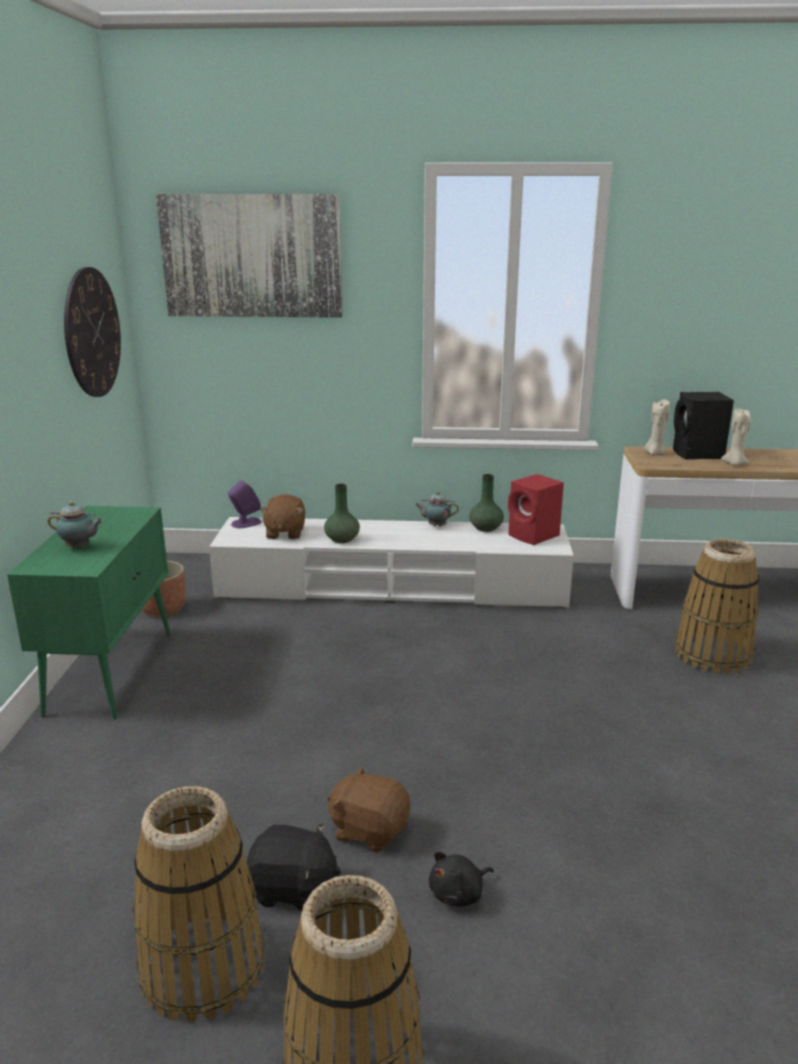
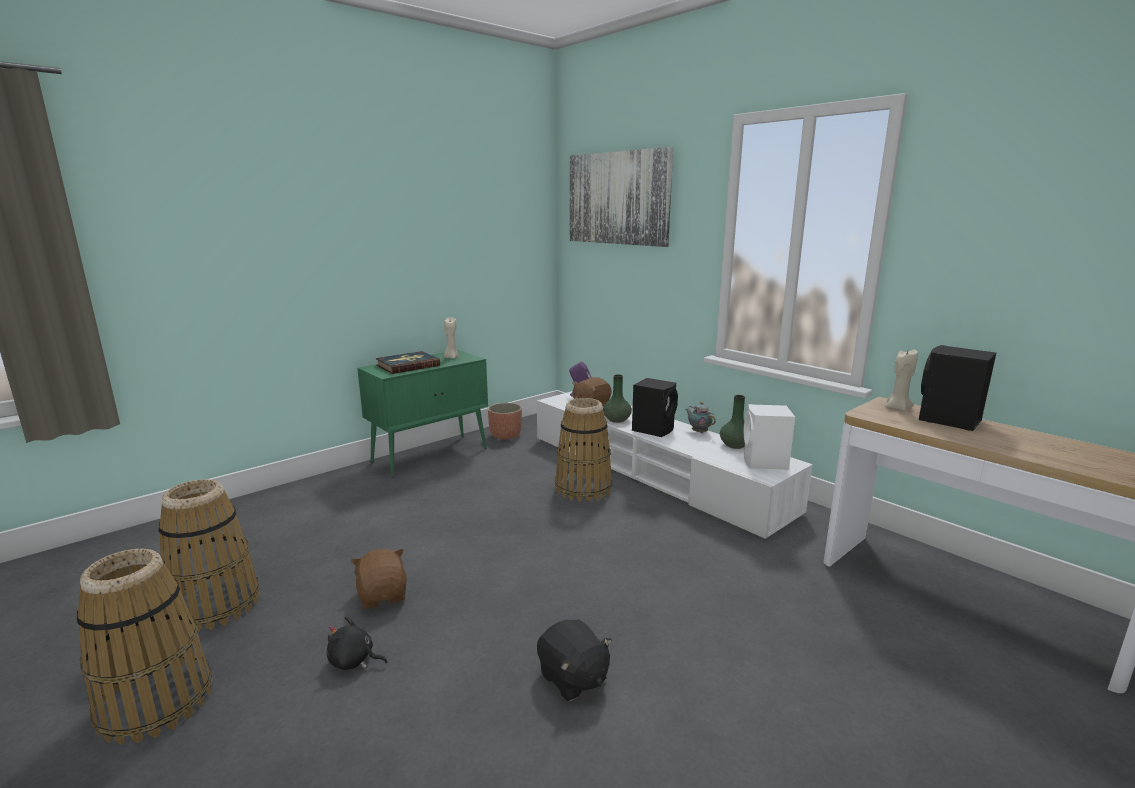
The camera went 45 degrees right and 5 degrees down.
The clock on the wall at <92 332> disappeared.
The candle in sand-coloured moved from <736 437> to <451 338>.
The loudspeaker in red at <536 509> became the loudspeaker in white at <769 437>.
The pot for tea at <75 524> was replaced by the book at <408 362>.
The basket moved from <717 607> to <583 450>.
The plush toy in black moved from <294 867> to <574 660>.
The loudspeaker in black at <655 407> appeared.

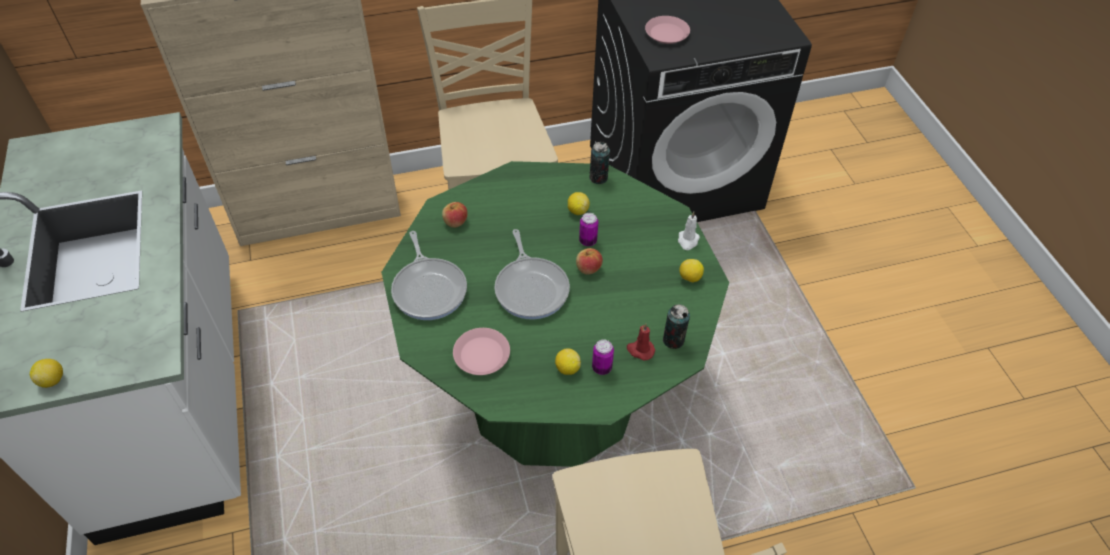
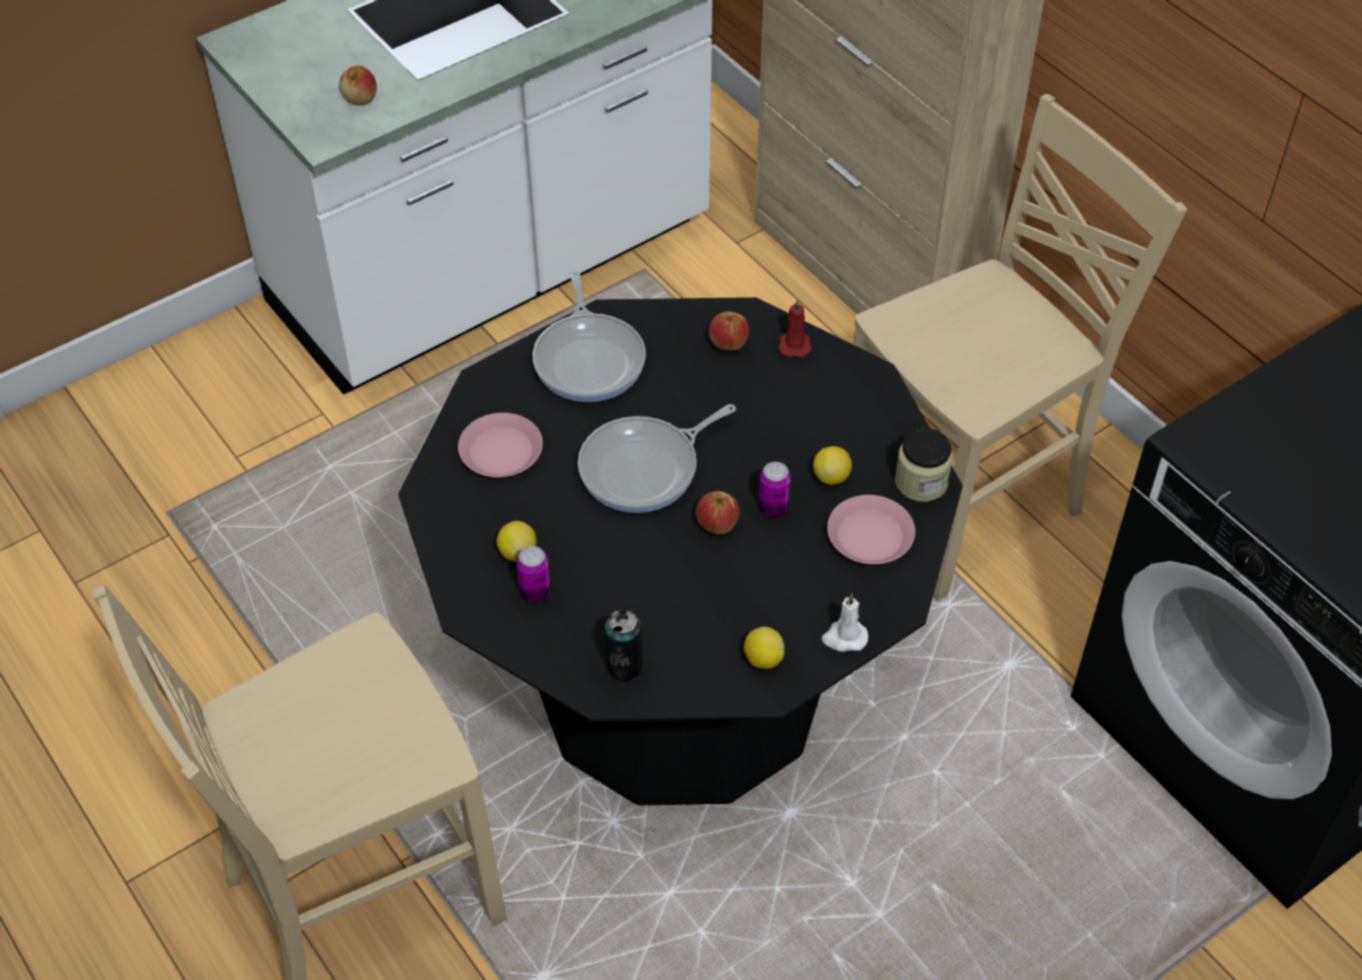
The camera went 70 degrees right and 0 degrees up.
The plate in pink-coloured moved from <667 30> to <871 529>.
The metal can at <599 163> was replaced by the jar at <924 465>.
The dining table in green at <555 314> became the dining table in black at <680 551>.
The pan at <429 275> turned 60 degrees counterclockwise.
The candle in red moved from <641 341> to <795 328>.
The citrus fruit at <46 373> disappeared.
The whole apple at <358 85> appeared.

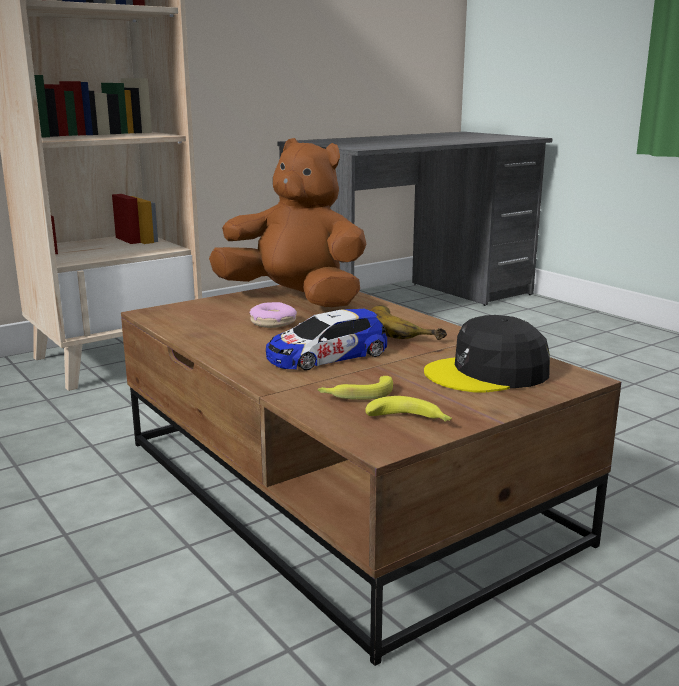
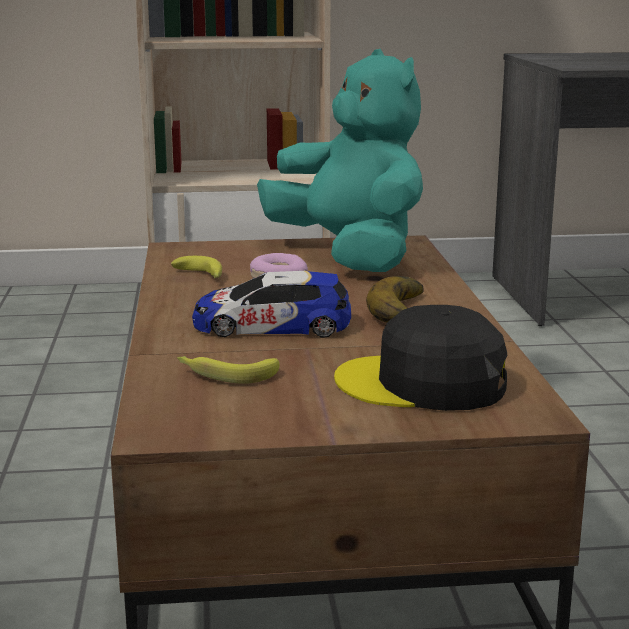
The camera went 30 degrees right and 0 degrees up.
The plush toy in brownish at <288 222> became the plush toy in turquoise at <340 160>.
The banana fruit moved from <408 408> to <196 267>.

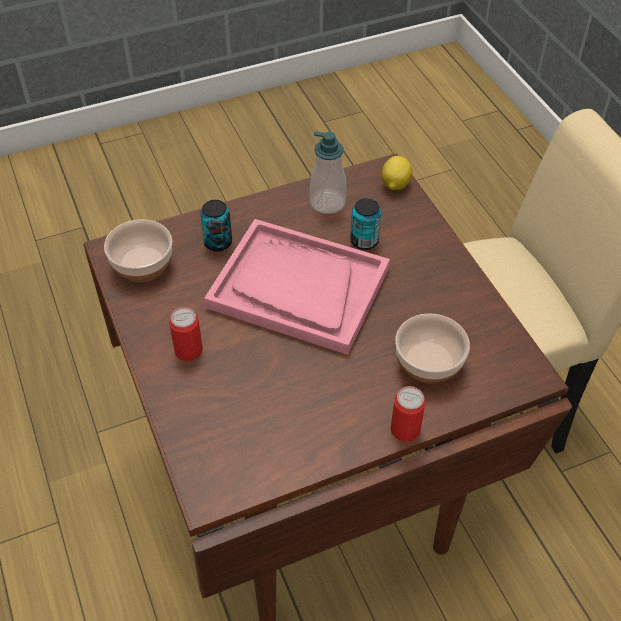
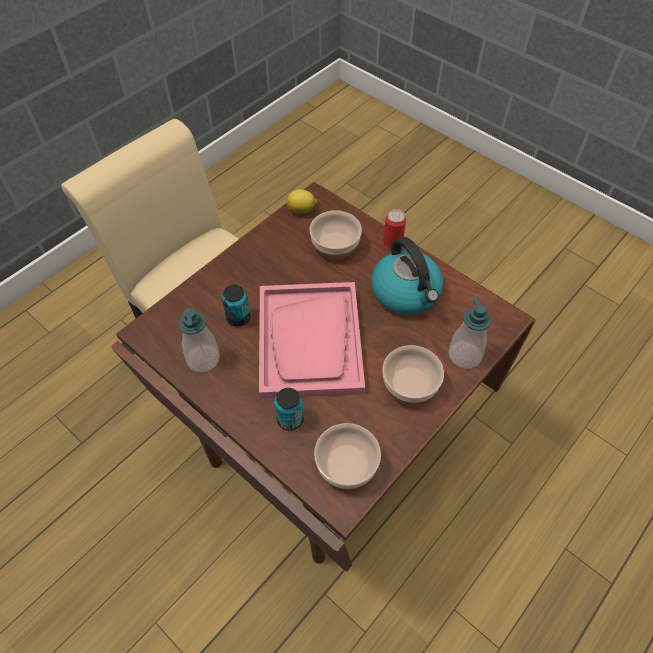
The camera went 115 degrees left and 5 degrees up.
The citrus fruit moved from <397 173> to <302 201>.
The metal can at <186 334> was replaced by the deep dish at <413 374>.
The kettle at <407 276> appeared.
The soap dispenser at <469 333> appeared.

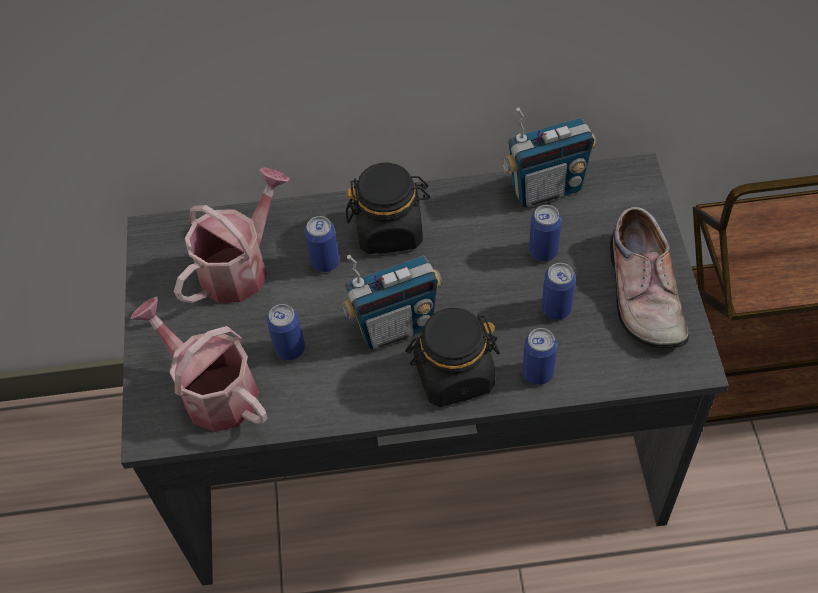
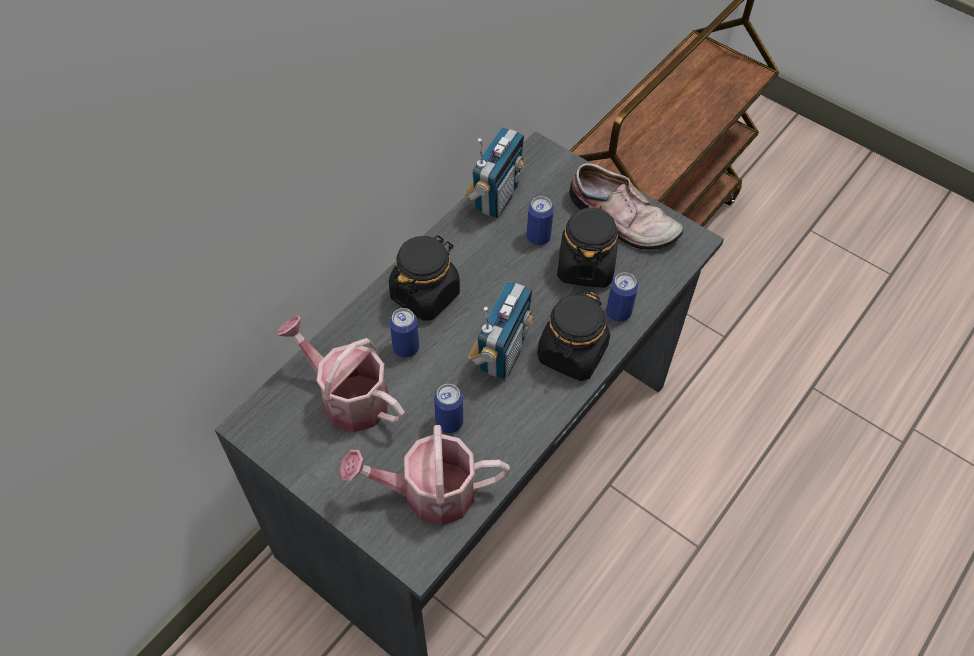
The camera went 50 degrees left and 0 degrees up.
The watering pot at <232 235> turned 45 degrees counterclockwise.
The metal can at <559 291> was replaced by the jar in black at <587 246>.

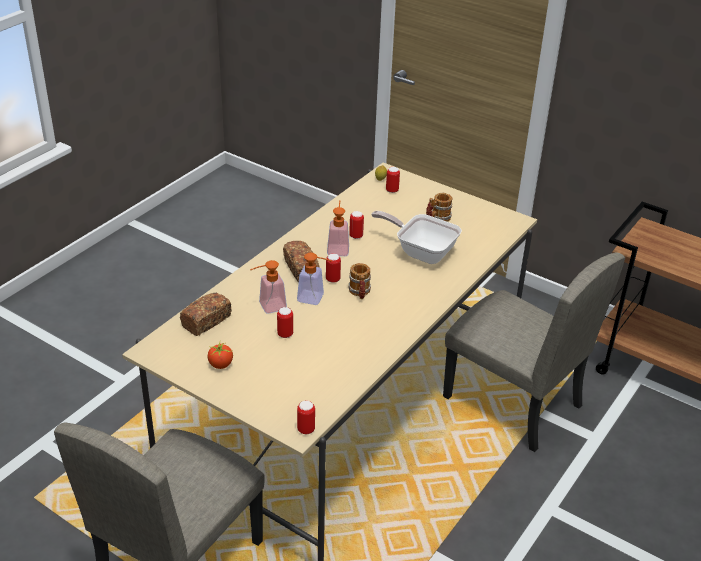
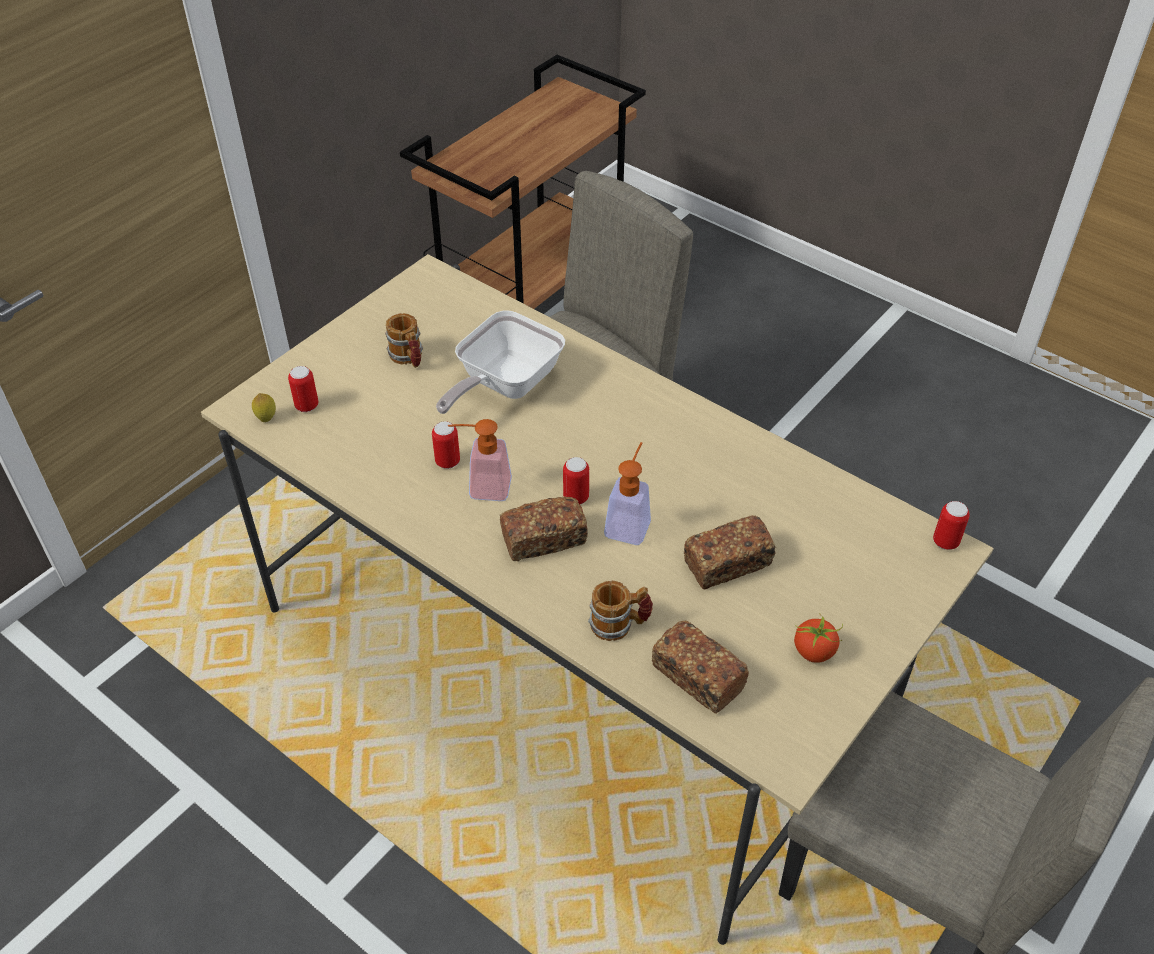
The camera went 85 degrees left and 10 degrees up.
The soap dispenser at <268 287> disappeared.
The coffee mug moved from <360 281> to <620 611>.
The metal can at <285 322> was replaced by the baked bread at <730 552>.

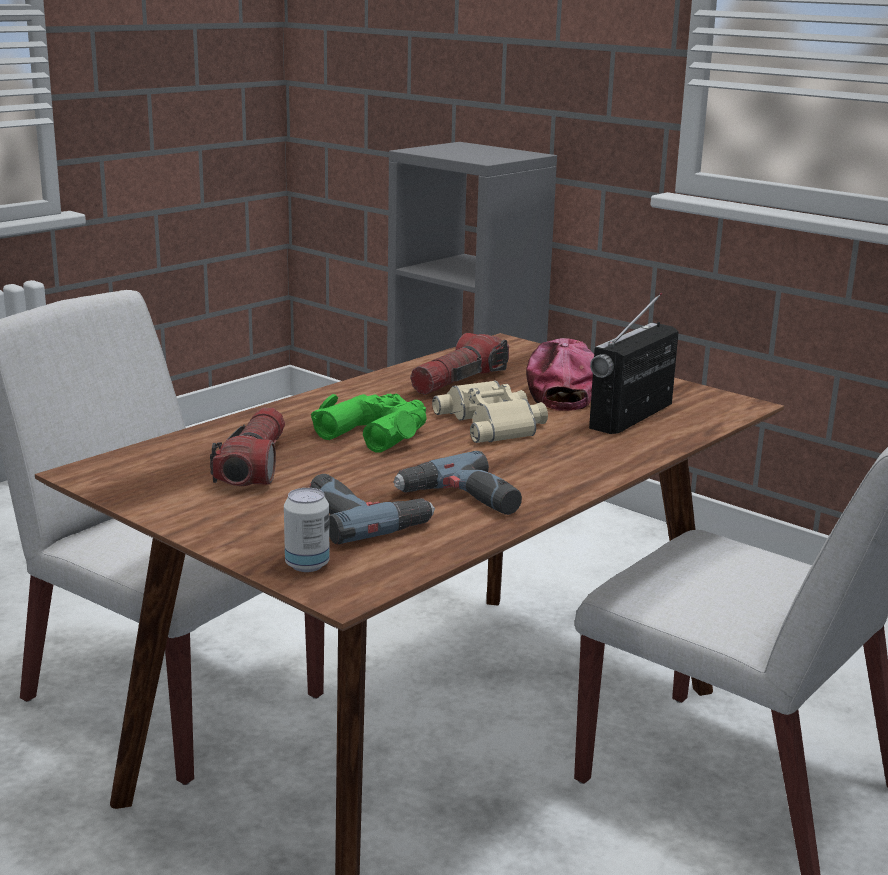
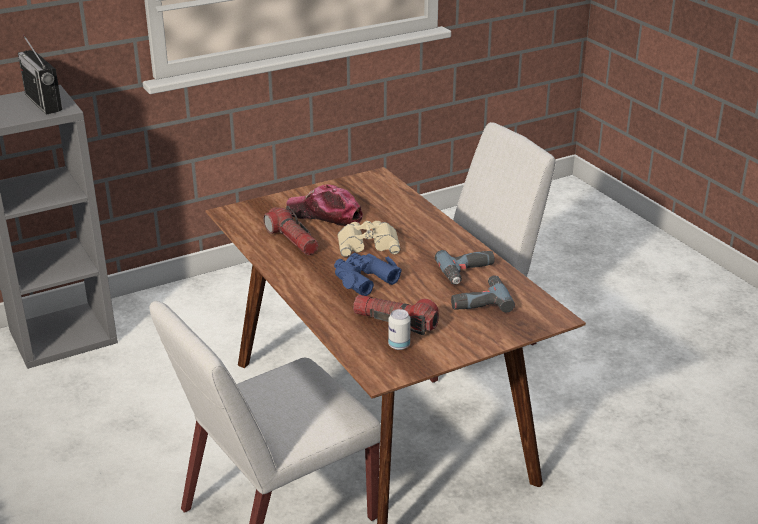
The camera went 70 degrees left and 10 degrees up.
The radio set moved from <634 363> to <40 74>.
The field glasses in green at <369 423> became the field glasses in blue at <368 274>.
The metal can moved from <307 530> to <399 329>.

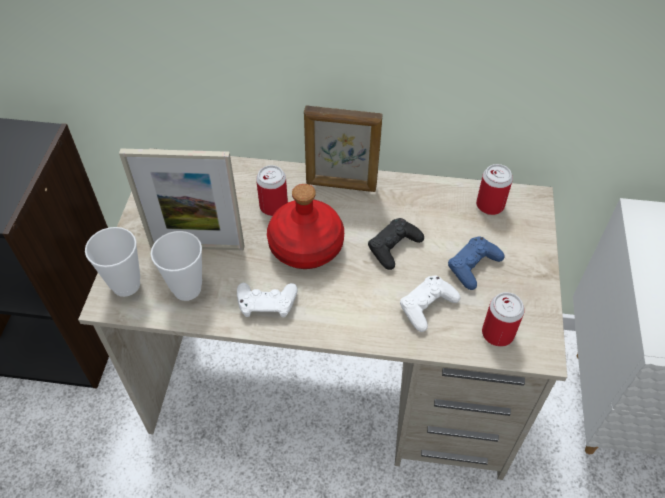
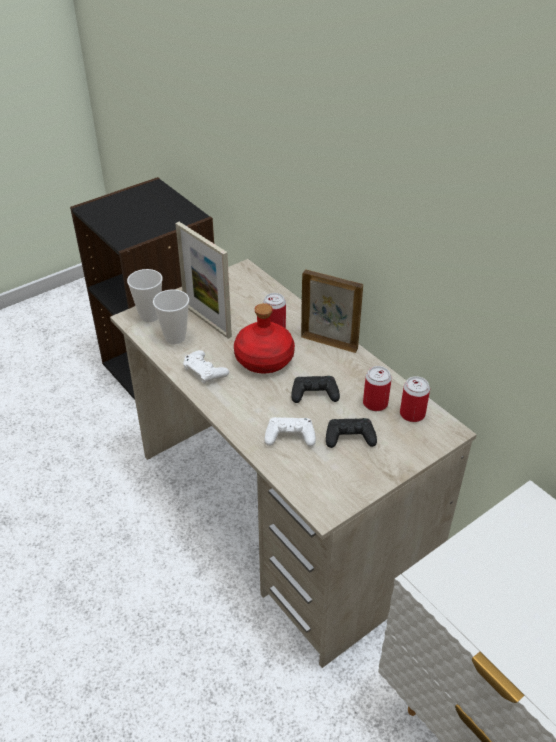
The camera went 45 degrees right and 10 degrees down.
The standing frame at <343 148> turned 150 degrees clockwise.
The gamepad in blue at <476 263> became the gamepad in black at <351 433>.
The metal can moved from <503 319> to <377 388>.

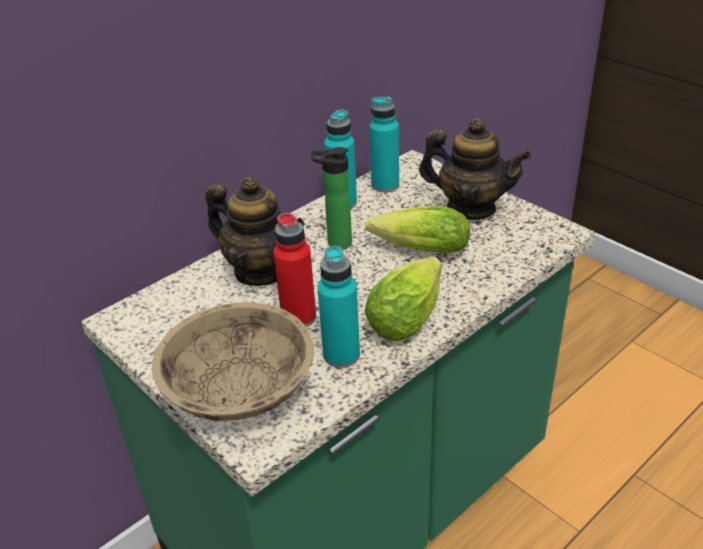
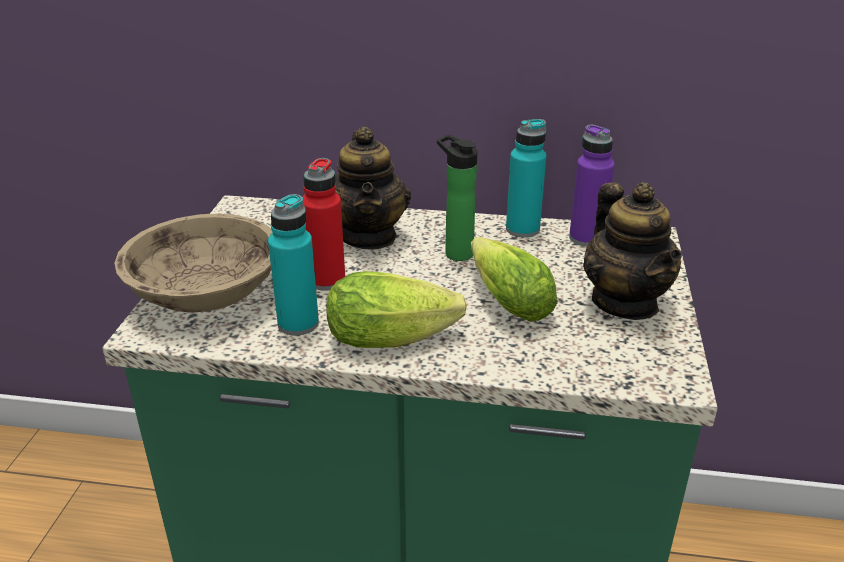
The camera went 50 degrees right and 5 degrees down.
The bottle in turquoise at <384 144> became the bottle in purple-coloured at <592 185>.

